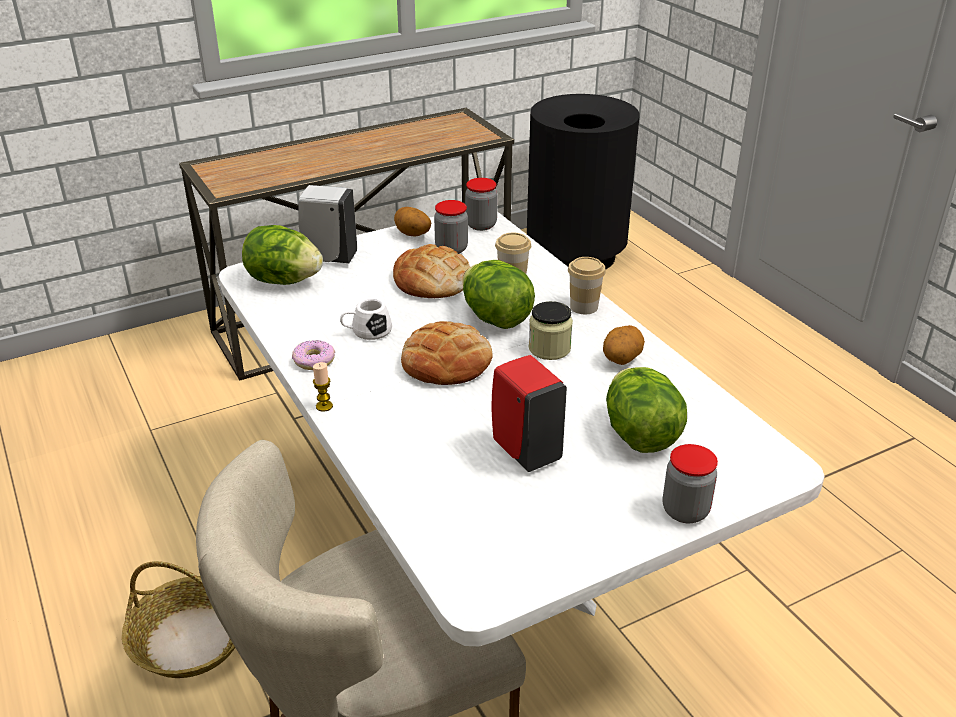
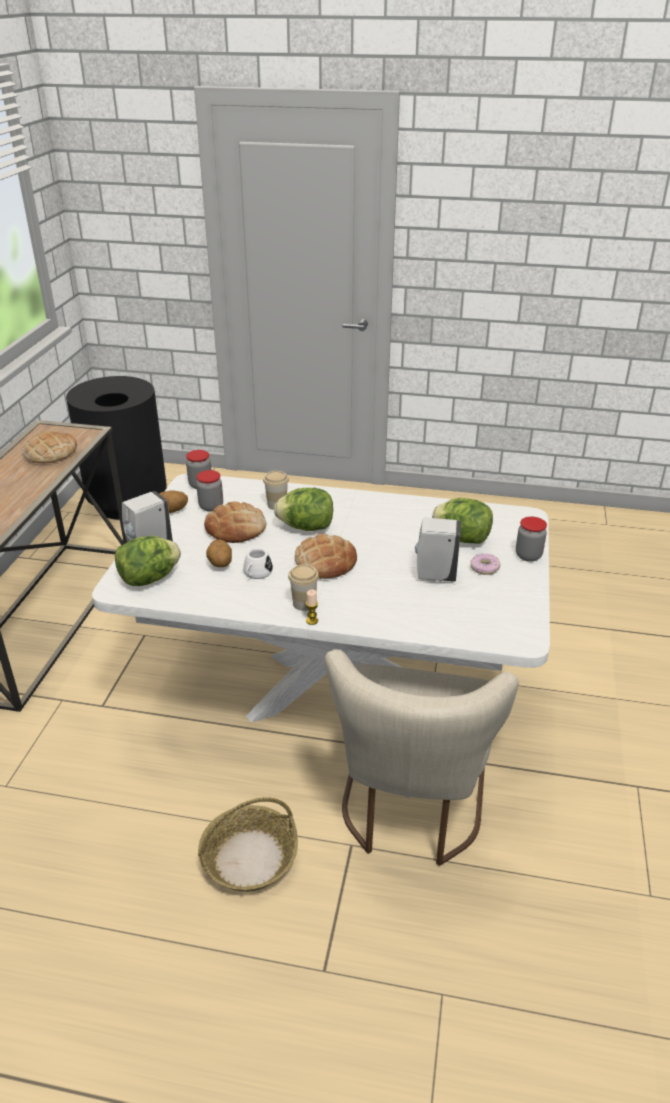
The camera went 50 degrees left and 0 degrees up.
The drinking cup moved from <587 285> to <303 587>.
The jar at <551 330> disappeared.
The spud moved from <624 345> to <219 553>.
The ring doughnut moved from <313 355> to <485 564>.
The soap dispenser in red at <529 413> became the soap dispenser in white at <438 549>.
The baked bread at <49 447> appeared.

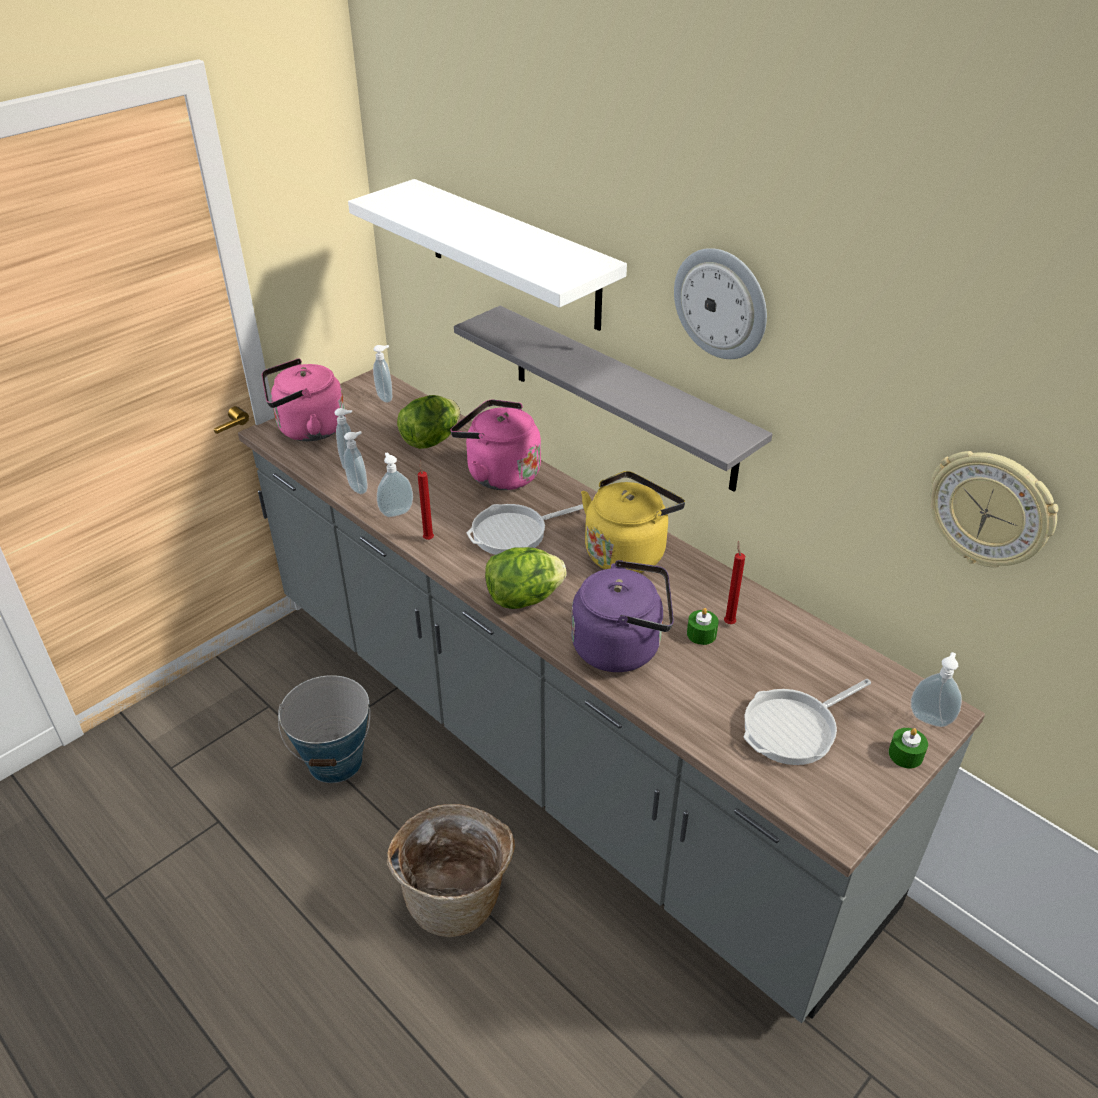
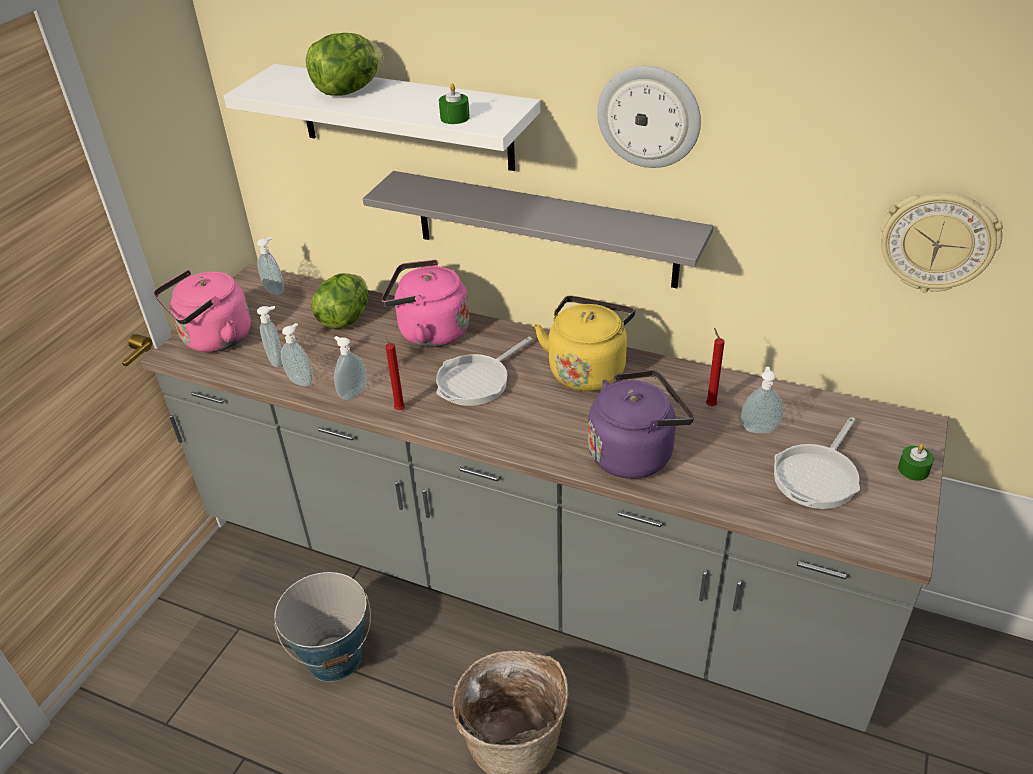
The camera went 20 degrees left and 0 degrees up.
The lettuce moved from <526 578> to <344 64>.
The candle in green moved from <703 626> to <454 103>.
The soap dispenser moved from <936 689> to <762 400>.

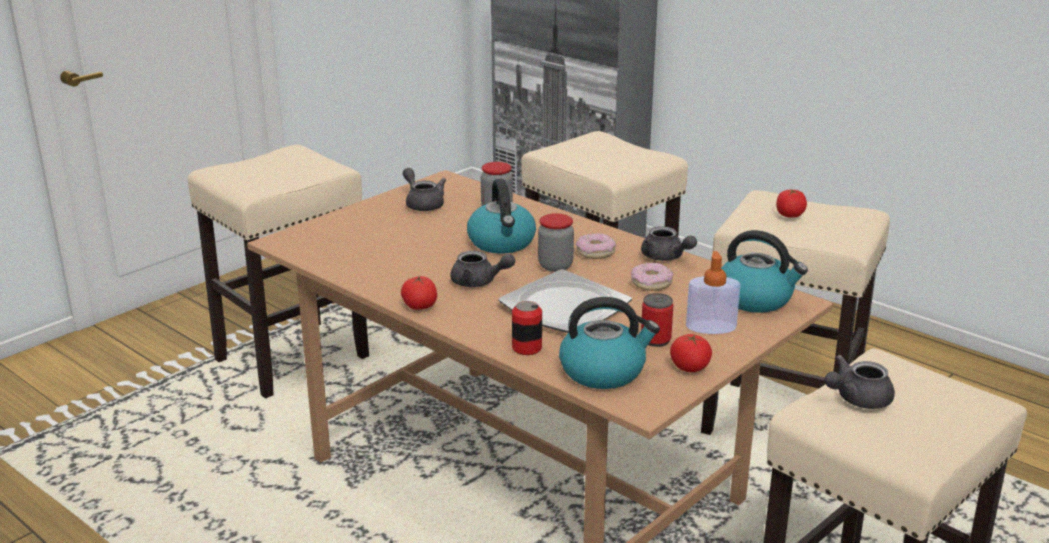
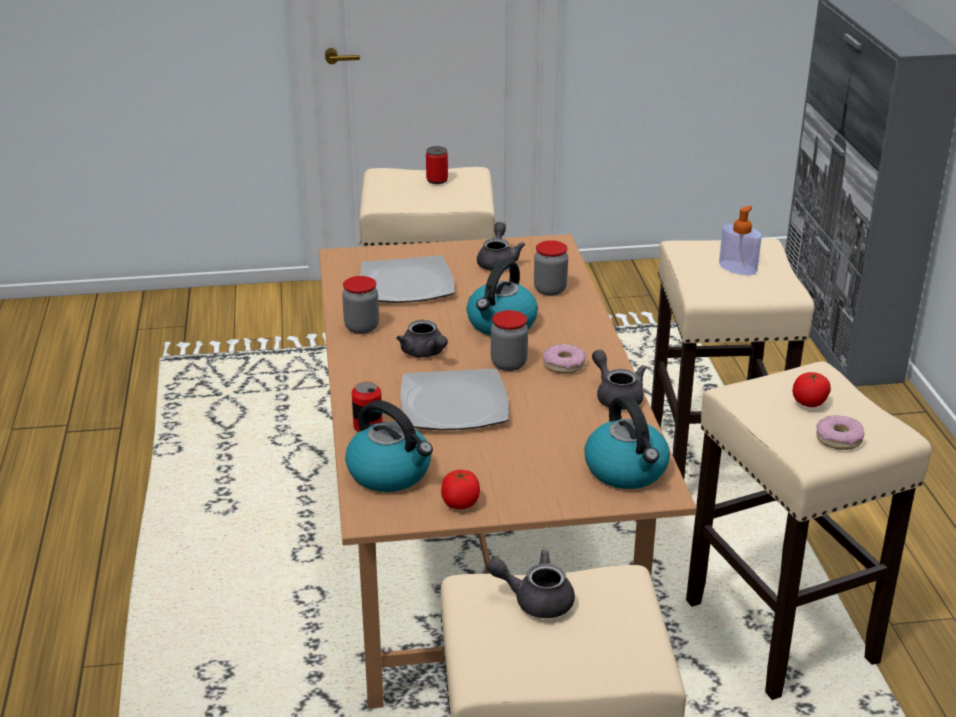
The camera went 40 degrees right and 5 degrees up.
The pot for tea in grey at <669 243> turned 150 degrees clockwise.
The soap dispenser moved from <713 292> to <740 240>.
The ring doughnut moved from <652 277> to <840 432>.
The whole tomato at <419 292> disappeared.
The metal can moved from <657 320> to <437 165>.
The plate at <407 279> appeared.
The jar at <360 305> appeared.

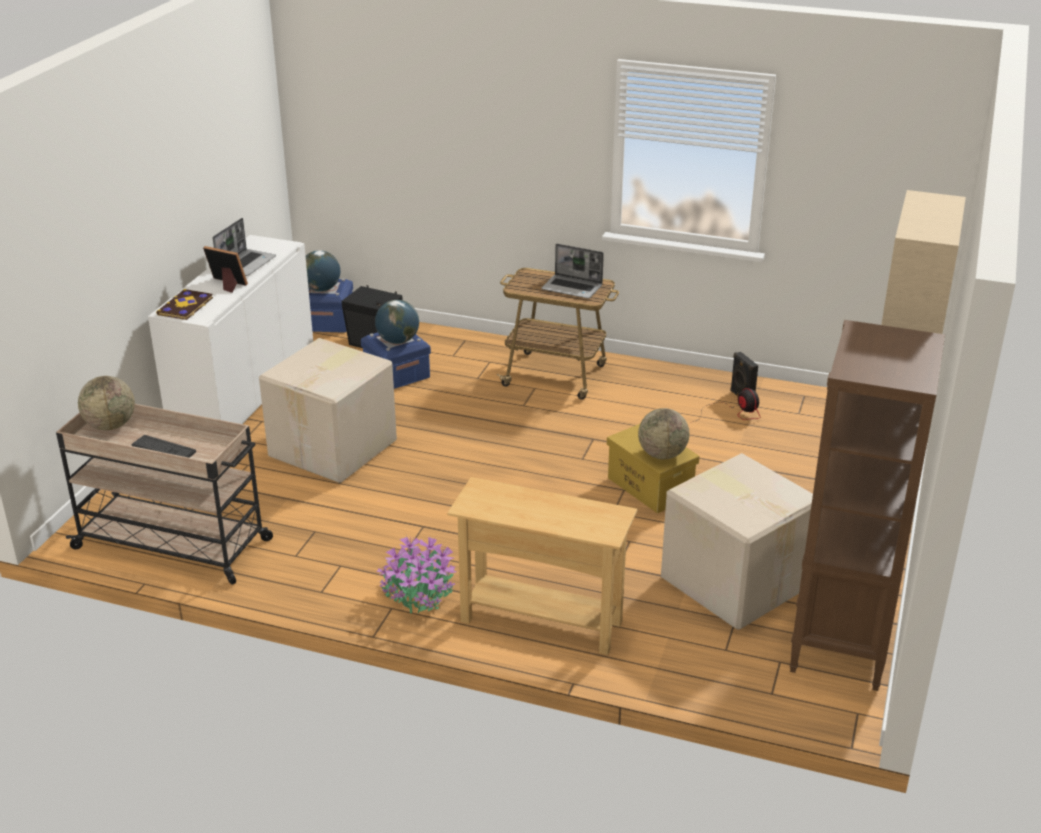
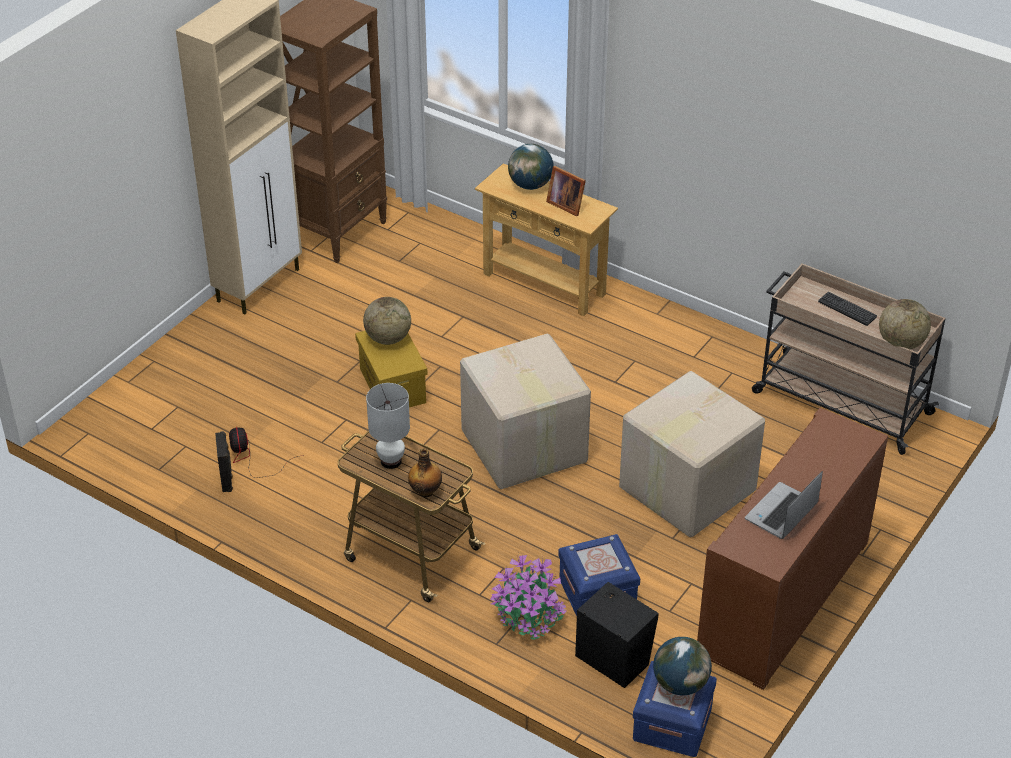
The camera went 165 degrees left and 10 degrees up.
The storage cabinet in white at <230 329> became the storage cabinet in brownish at <792 549>.
The portable computer at <572 271> was replaced by the table lamp in white at <388 426>.
The standing frame moved from <225 269> to <566 191>.
The book at <184 304> disappeared.
The desk globe moved from <397 322> to <531 167>.
The packing box moved from <737 541> to <525 411>.
The houseplant moved from <417 574> to <528 597>.
The bottle at <425 473> appeared.

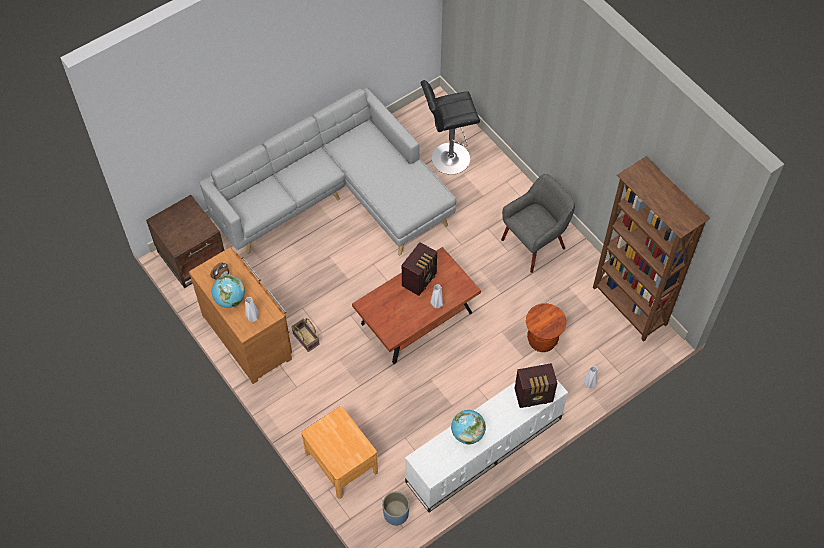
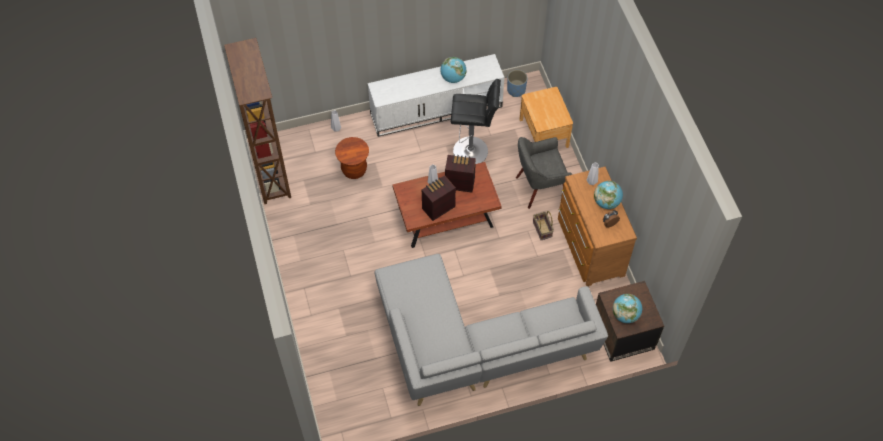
The camera went 160 degrees left and 0 degrees up.
The stool in black moved from <450 127> to <476 121>.
The lounge chair in grey moved from <538 223> to <544 173>.
The radio set moved from <535 385> to <460 173>.
The desk globe at <627 308> appeared.

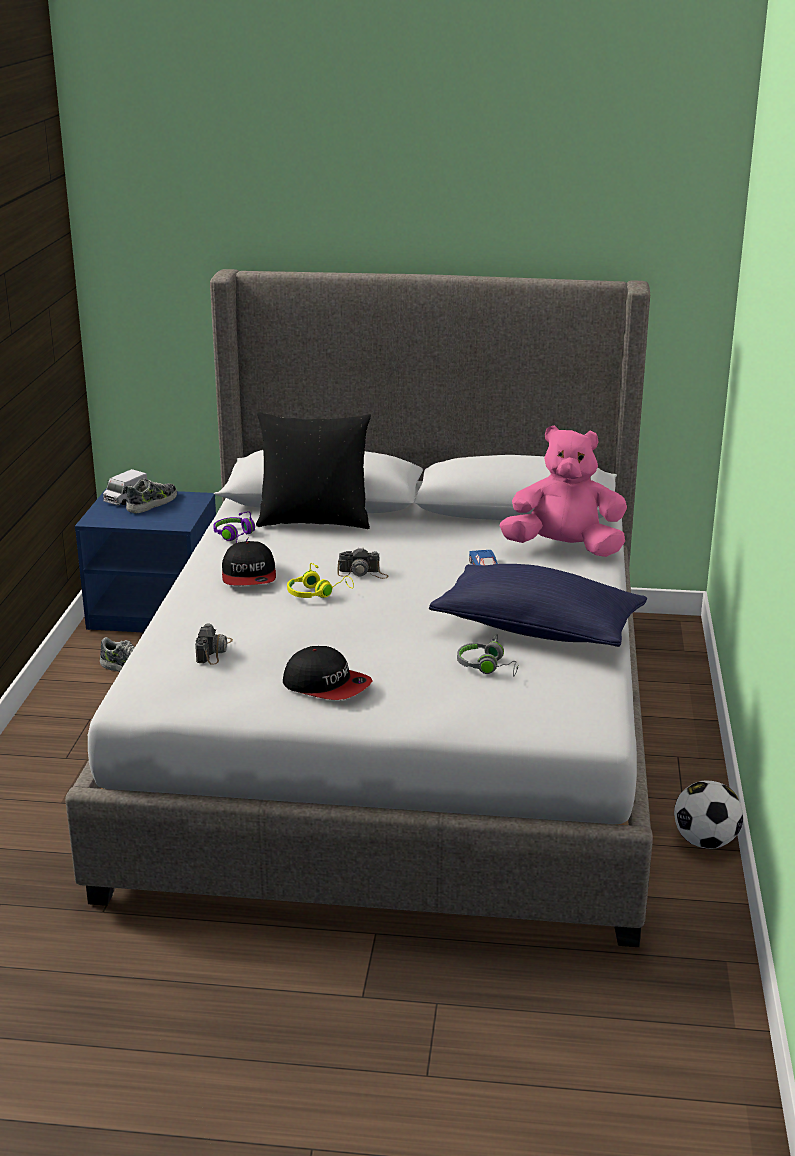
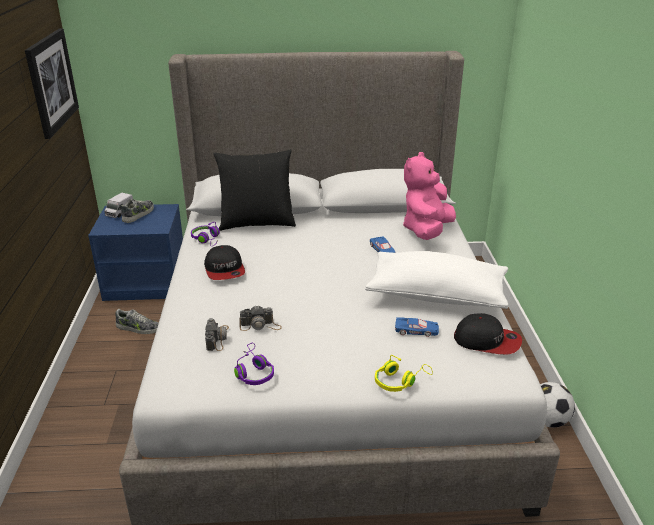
The camera went 10 degrees left and 5 degrees up.
The plush toy in pink-coloured at <563 491> turned 60 degrees counterclockwise.
The still camera moved from <362 563> to <260 318>.
The pair of headphones in yellowish moved from <320 580> to <404 373>.
The pillow in blue at <538 605> became the pillow in white at <436 280>.
The pair of headphones in grey at <488 655> was replaced by the model car in blue at <417 327>.
The baseball cap moved from <328 673> to <488 334>.
The wall picture at <52 84> appeared.
The pair of headphones in purple-coloured at <254 364> appeared.

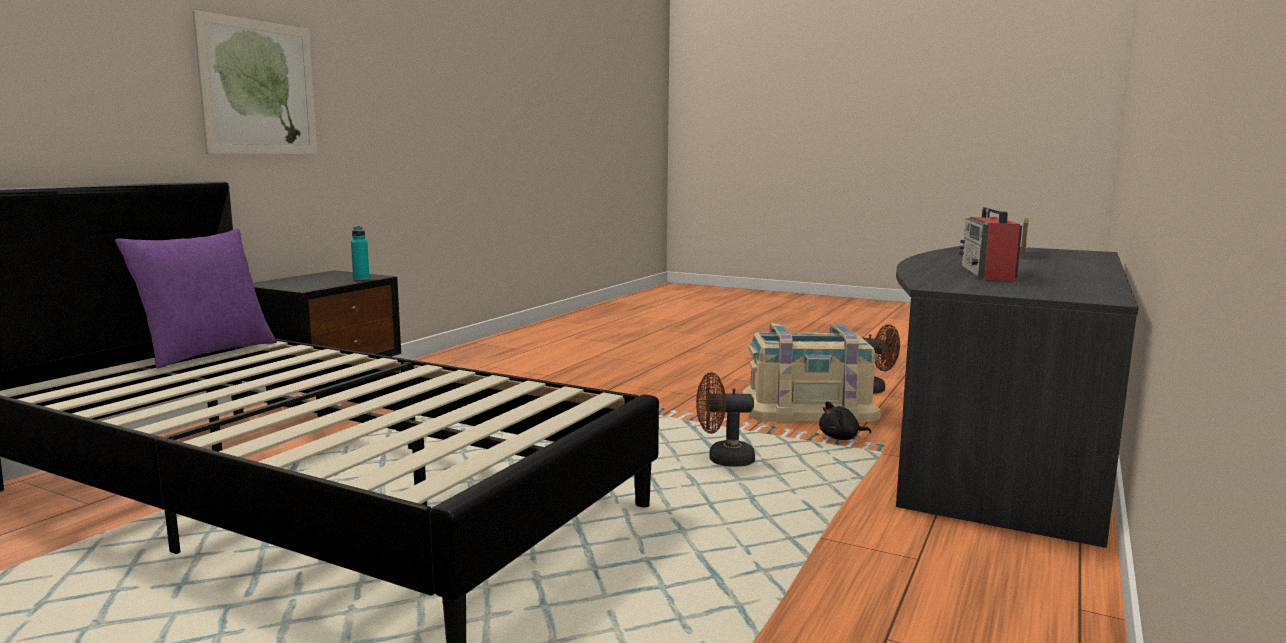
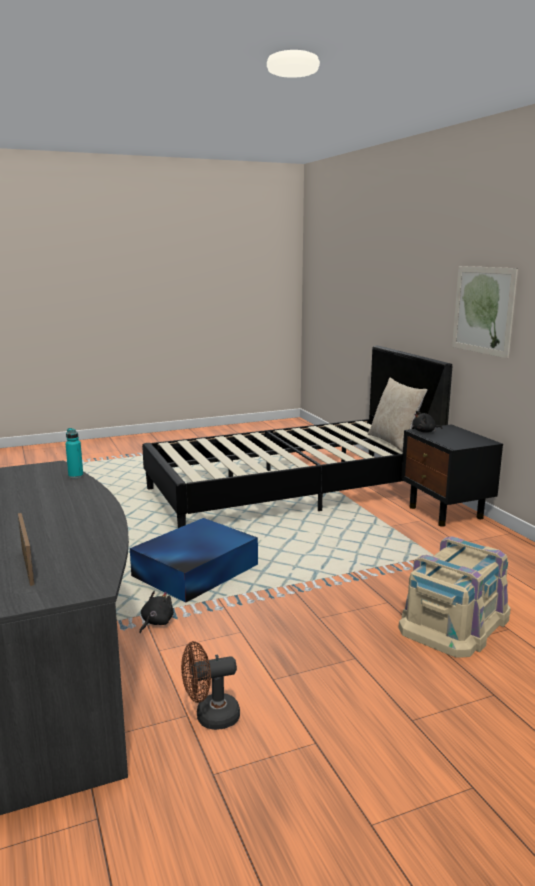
The camera went 130 degrees right and 5 degrees up.
The radio set at <990 244> disappeared.
The bottle in turquoise moved from <360 253> to <74 453>.
The pillow in purple-coloured at <196 298> became the pillow in sand-coloured at <397 415>.
The storage bin in sand-coloured moved from <811 373> to <454 597>.
The fan in brownish at <725 419> was replaced by the storage bin in blue at <194 560>.
The plush toy in black at <427 421> appeared.

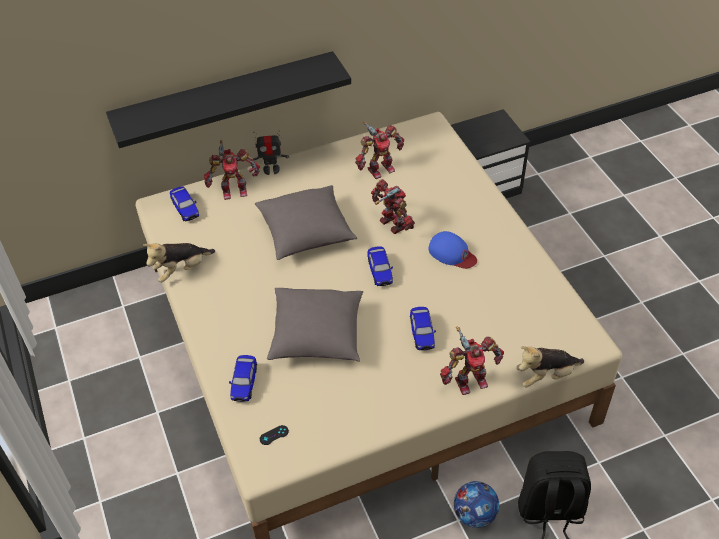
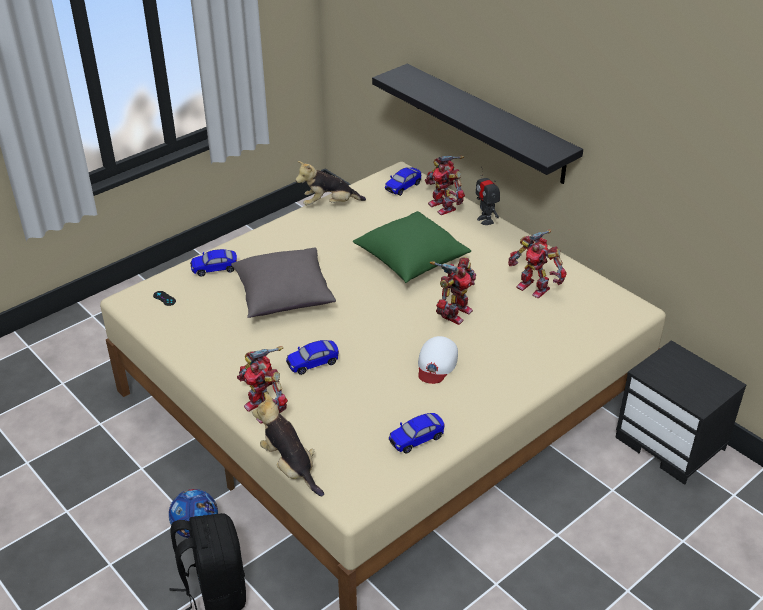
The camera went 70 degrees right and 10 degrees down.
The pillow in grey at <306 222> became the pillow in green at <412 247>.
The baseball cap in blue at <453 250> became the baseball cap in white at <438 360>.
The plush toy at <179 262> turned 45 degrees counterclockwise.
The model car moved from <380 266> to <416 433>.

